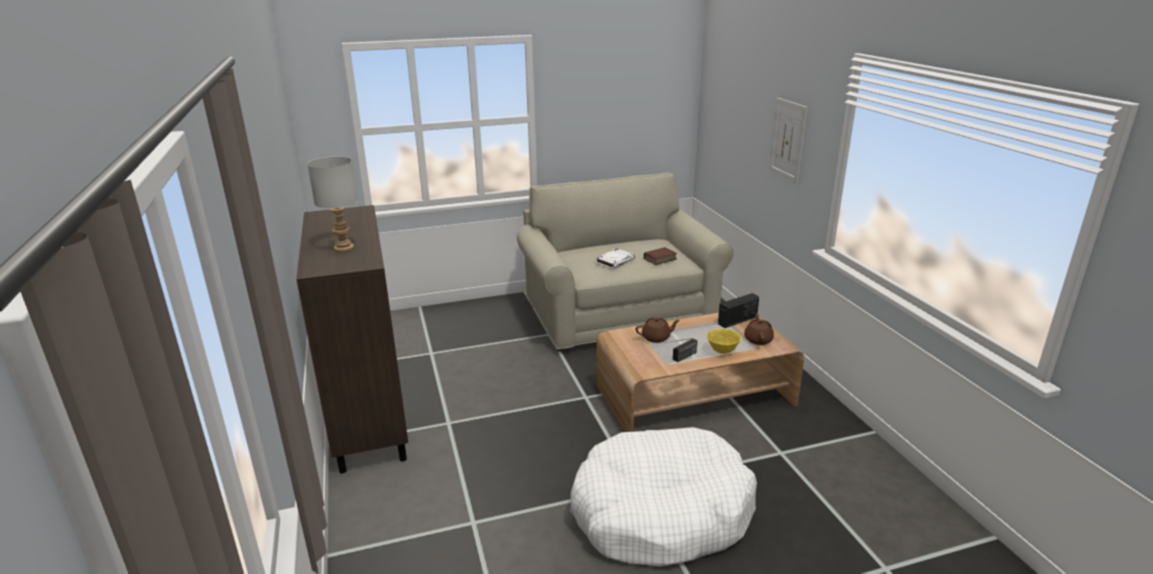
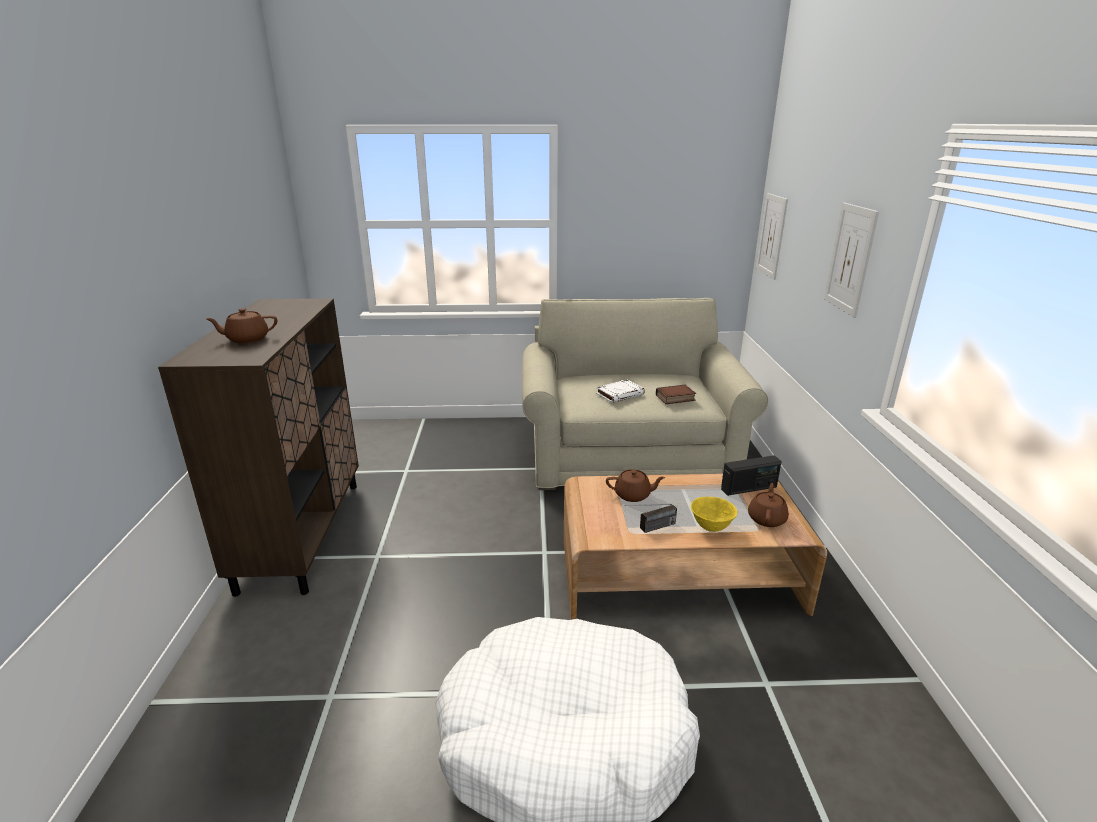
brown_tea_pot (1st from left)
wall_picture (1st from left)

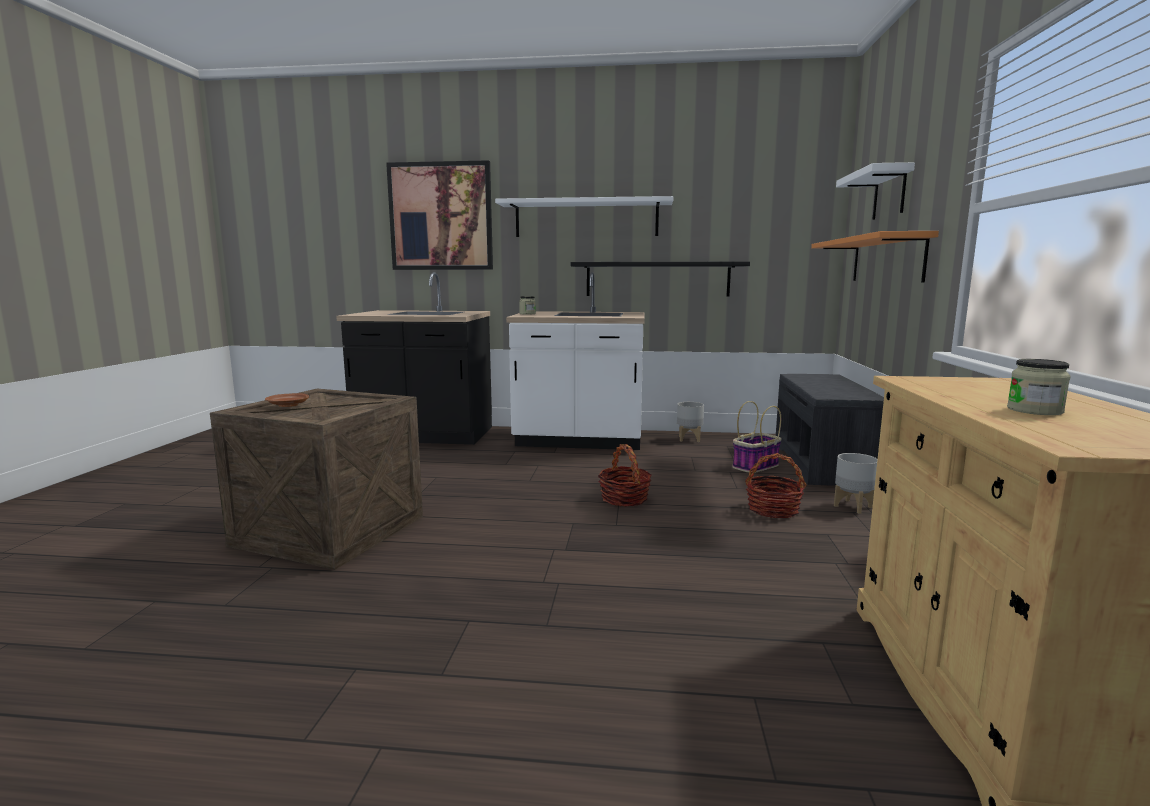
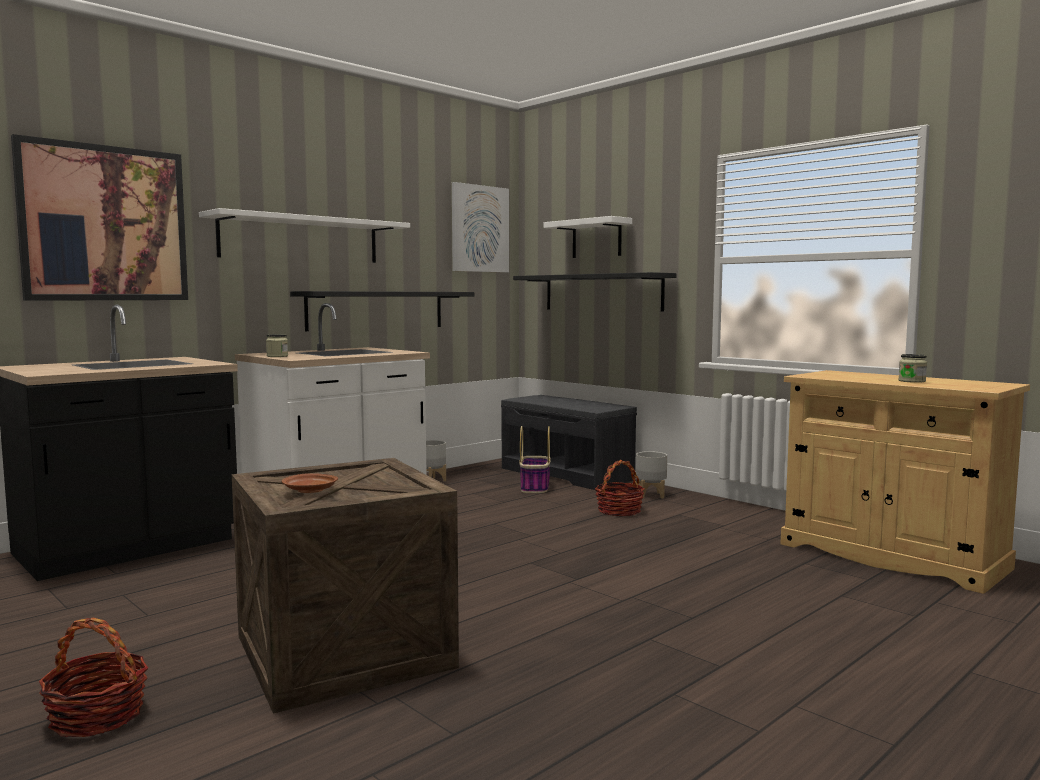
household_basket (1st from left)
blackish_shelf (2nd from left)
wall_picture (2nd from left)

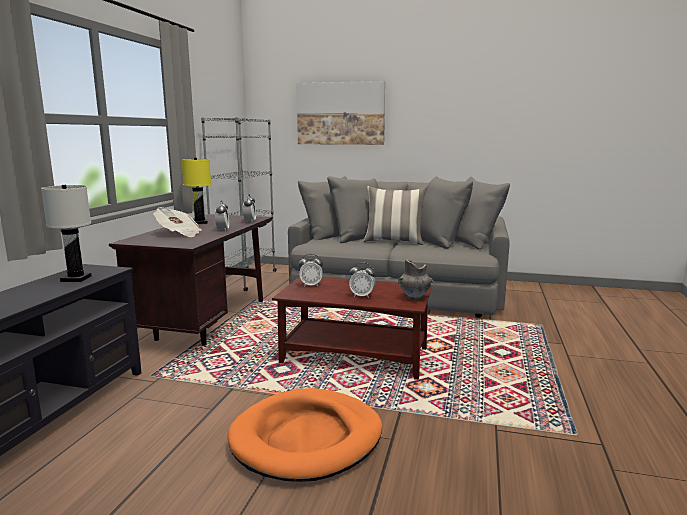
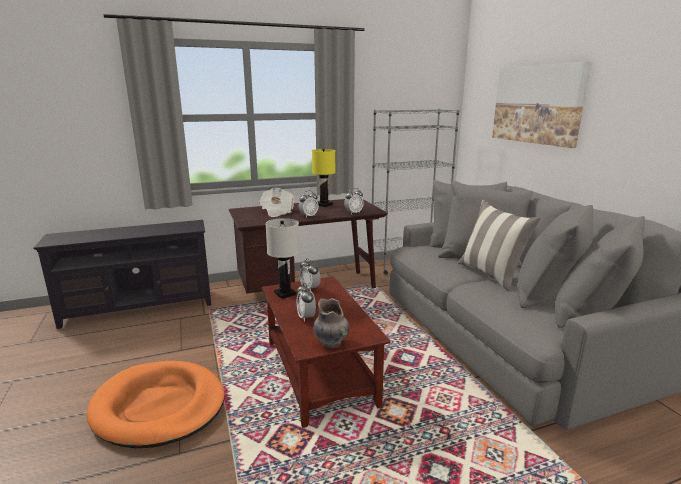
white-coloured_lamp_for_a_table

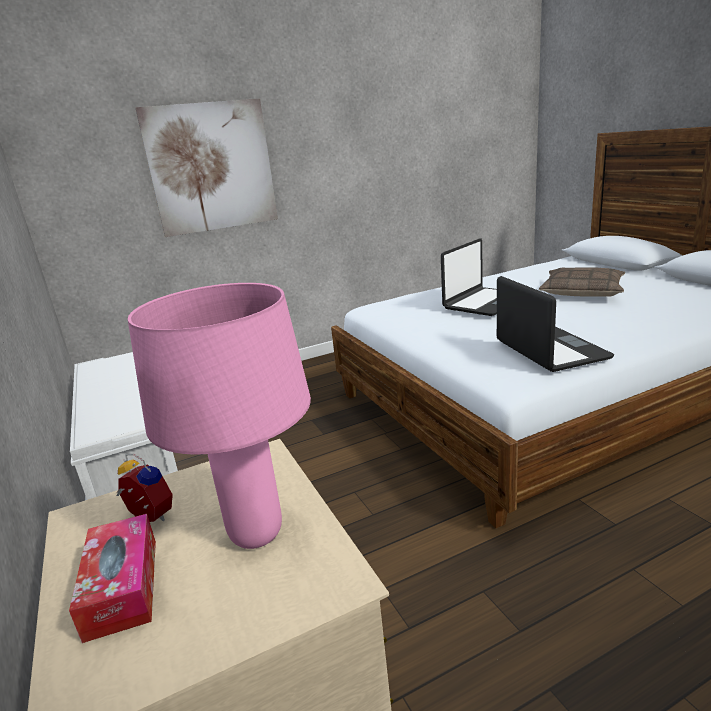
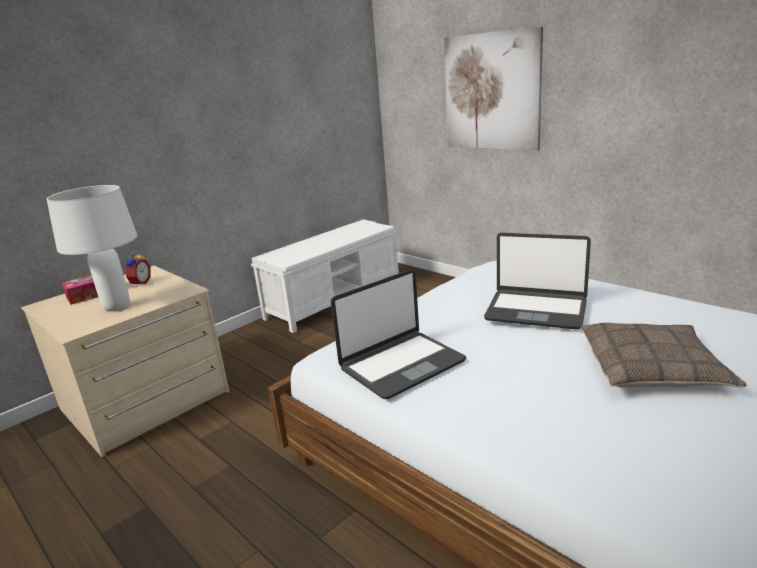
white-coloured_lamp_for_a_table

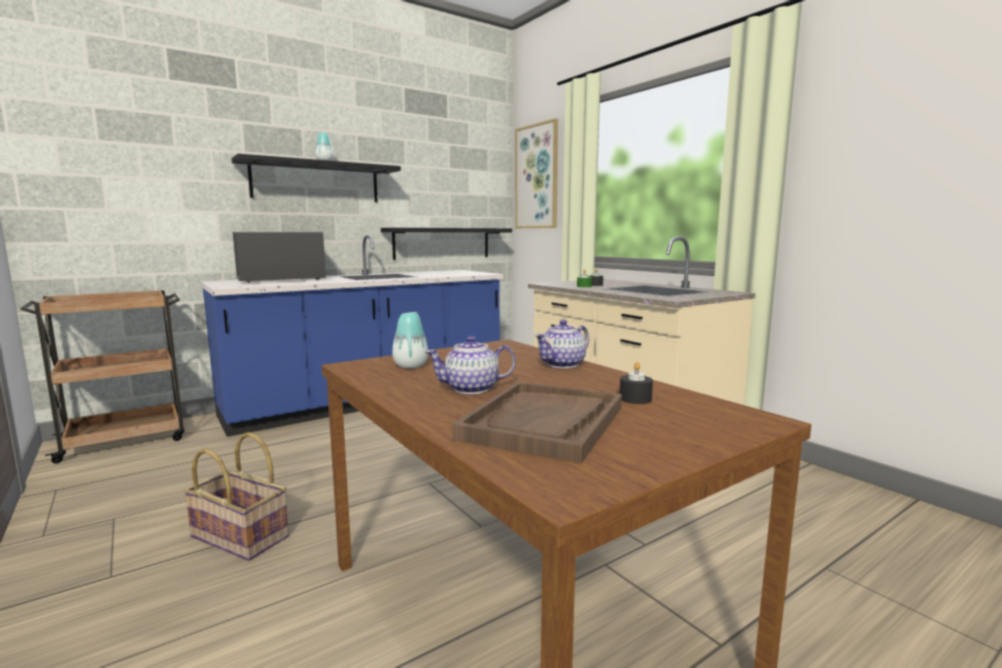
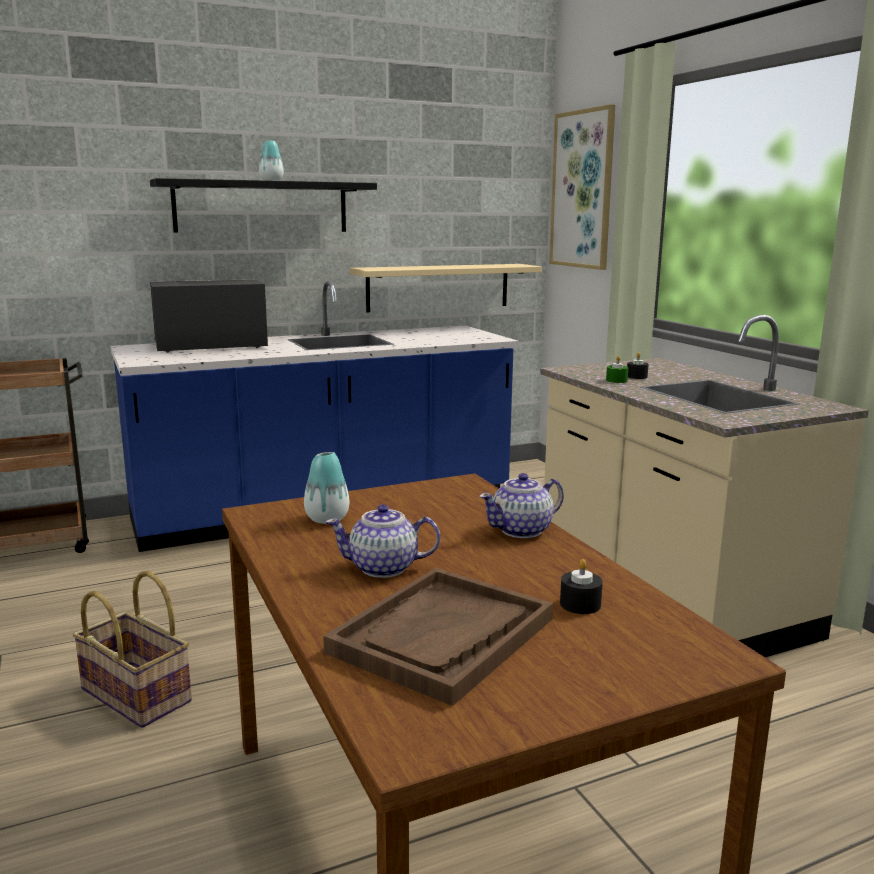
beige-coloured_shelf

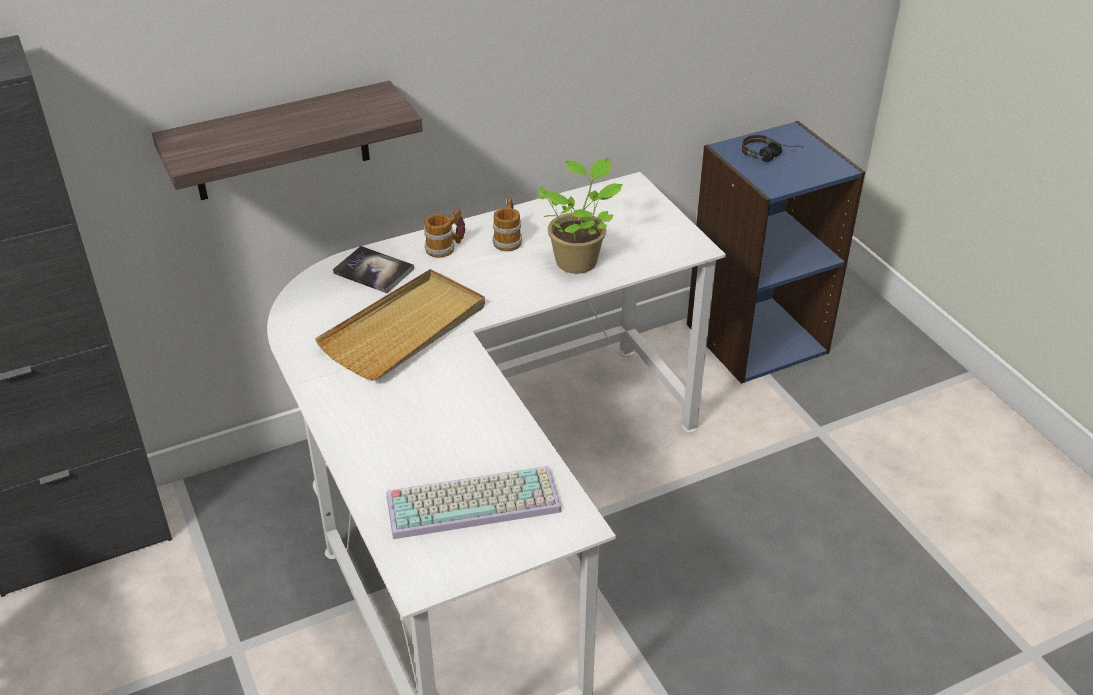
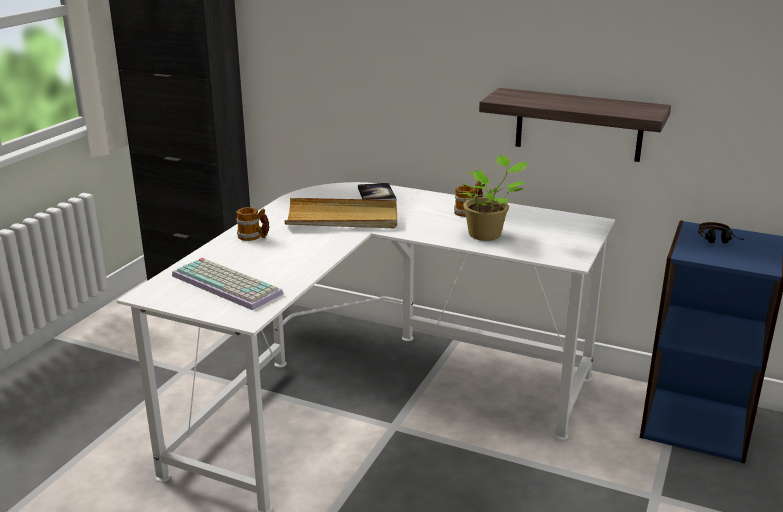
shelf
coffee_mug (1st from left)

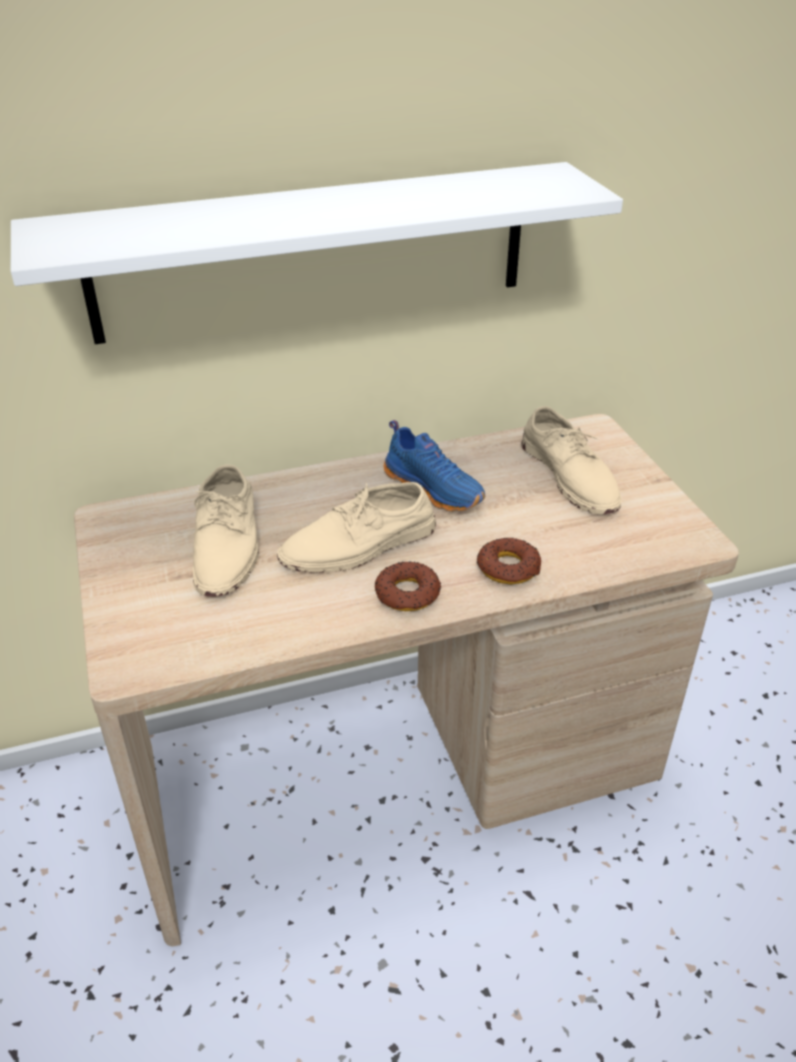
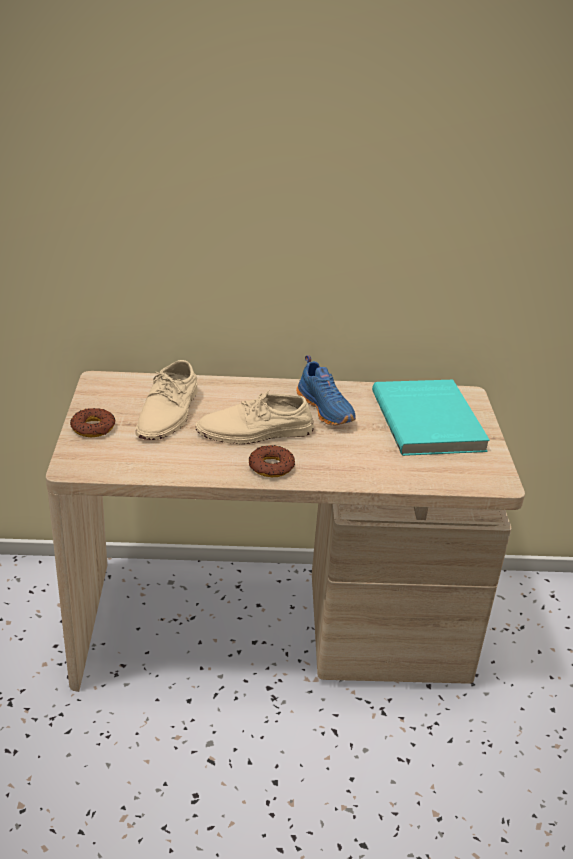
white-coloured_shelf
doughnut (1st from left)
turquoise_volume

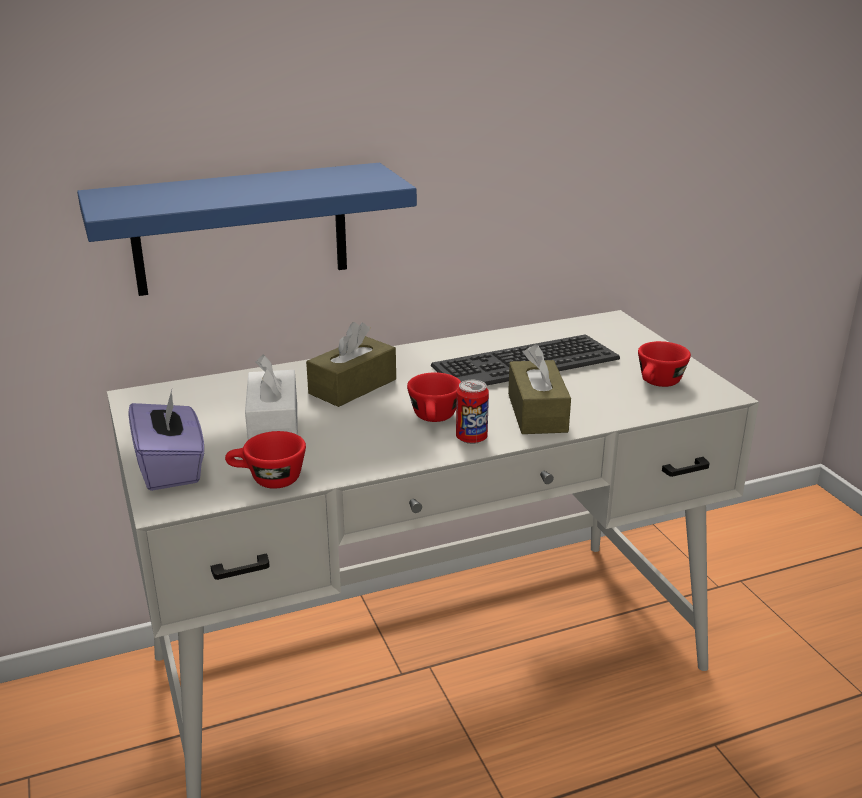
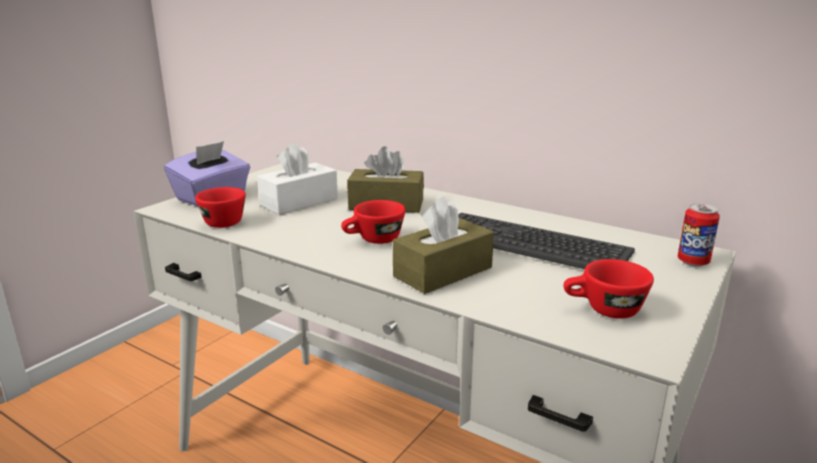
bluish_shelf
sealed_can

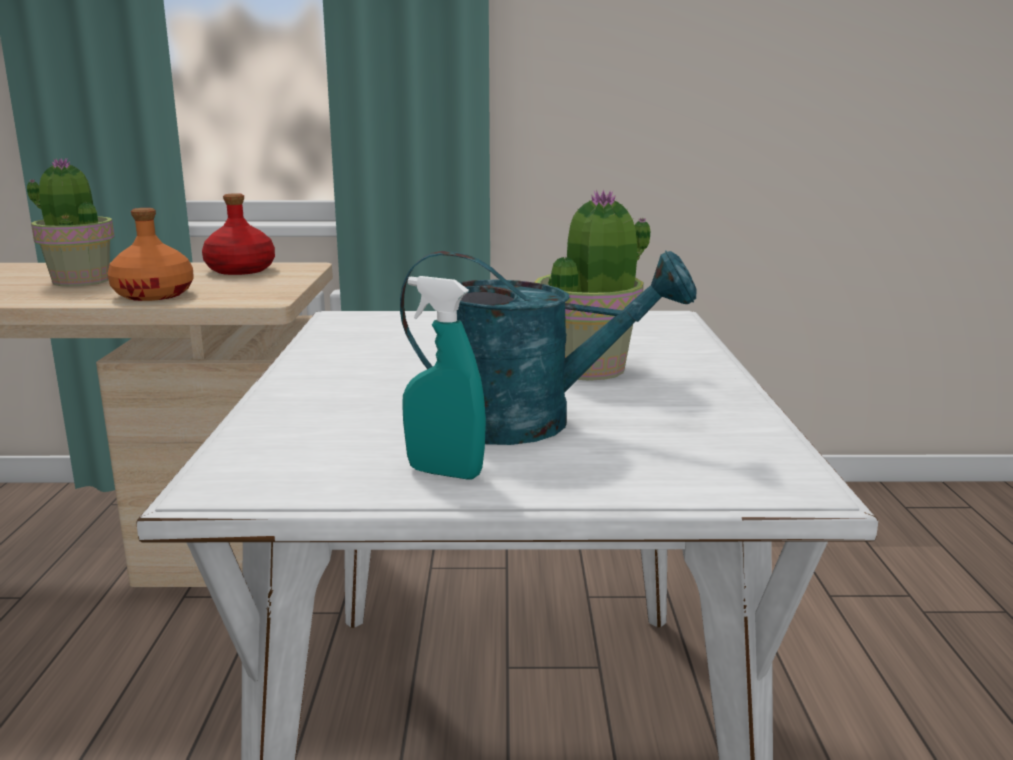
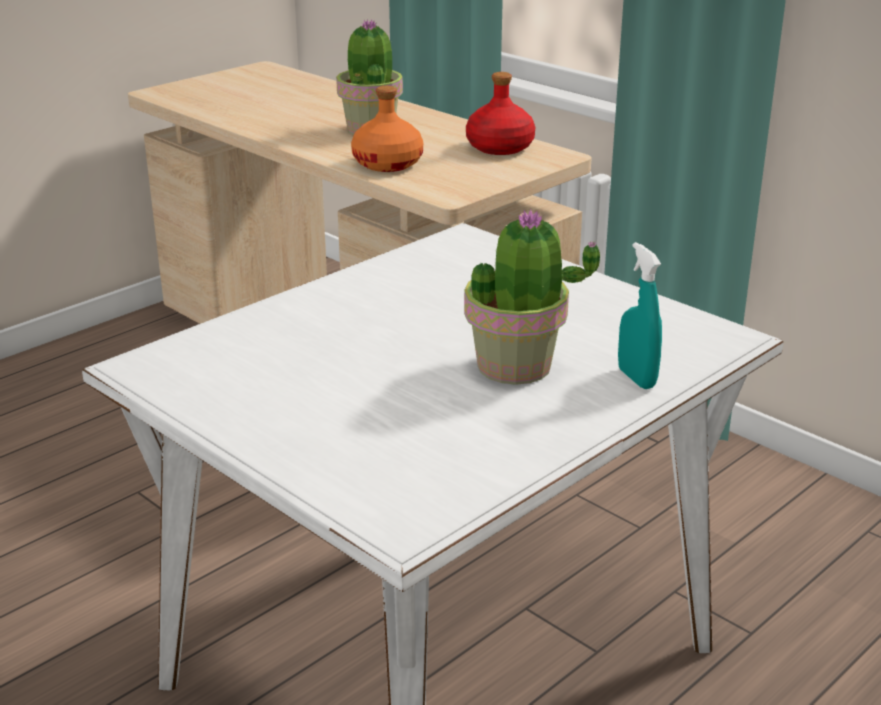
turquoise_watering_pot
turquoise_hand_sprayer

